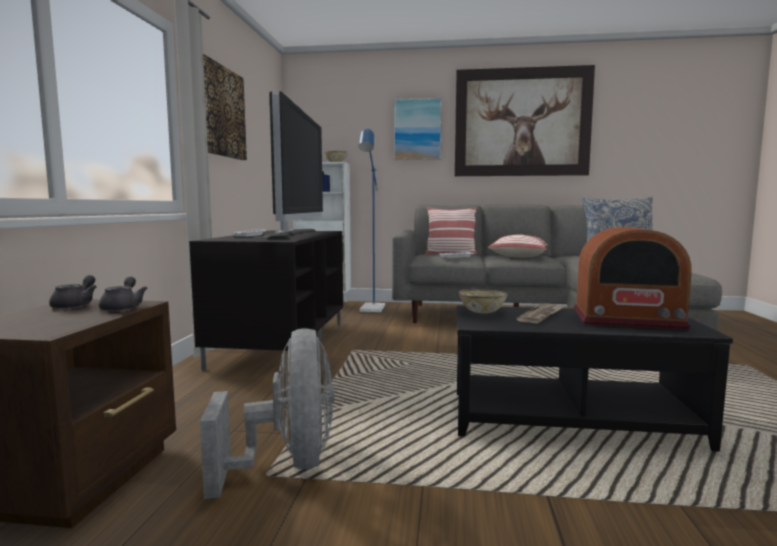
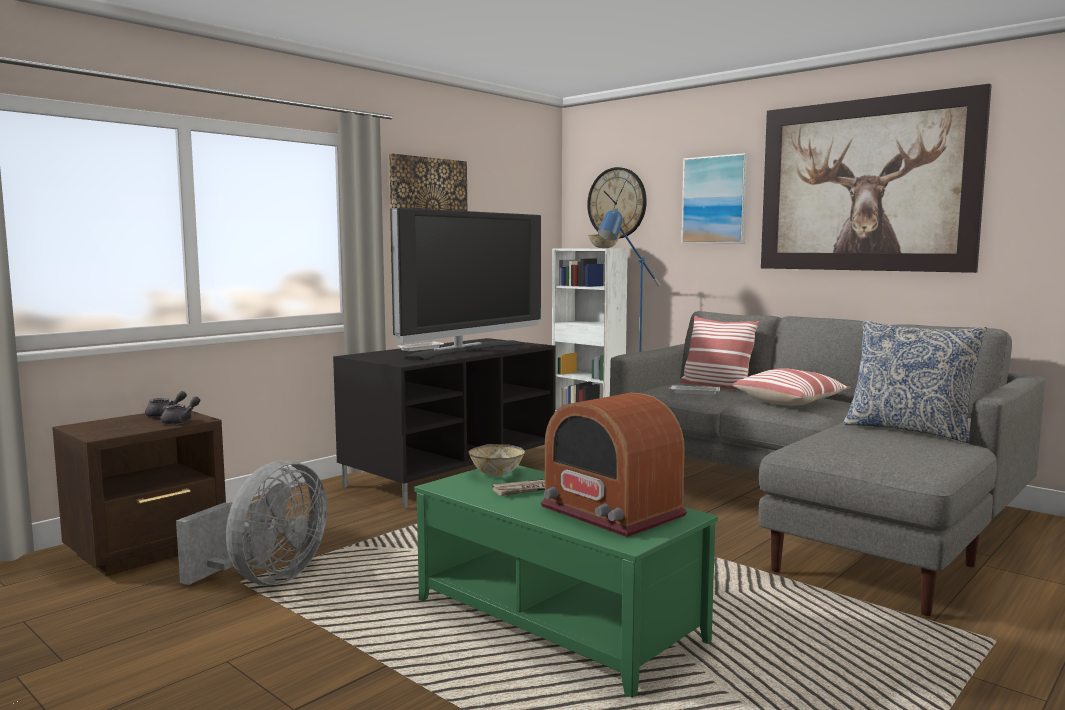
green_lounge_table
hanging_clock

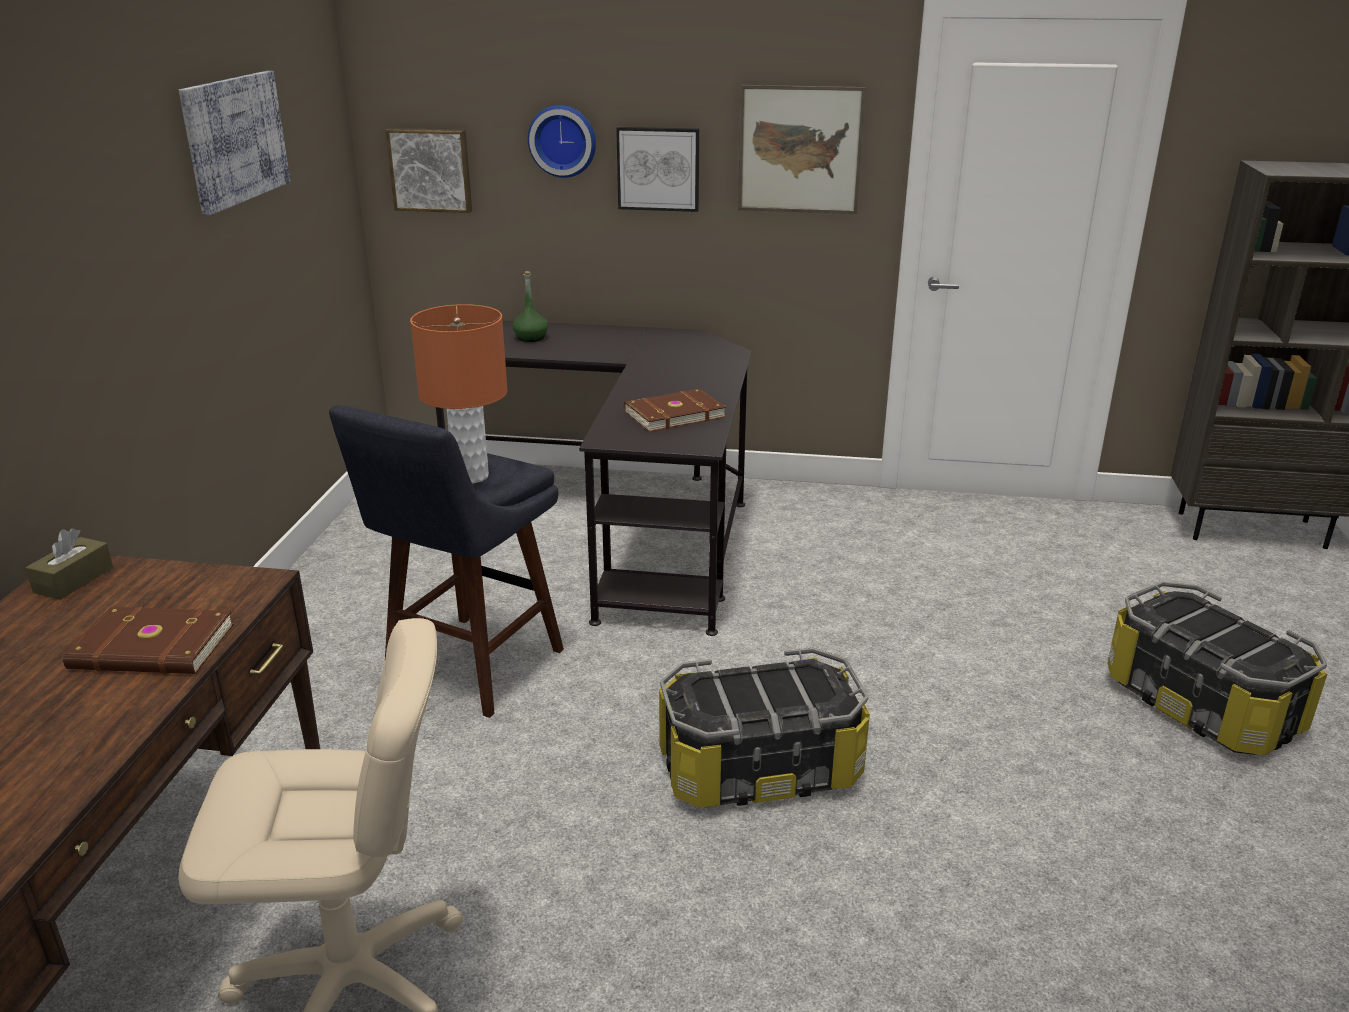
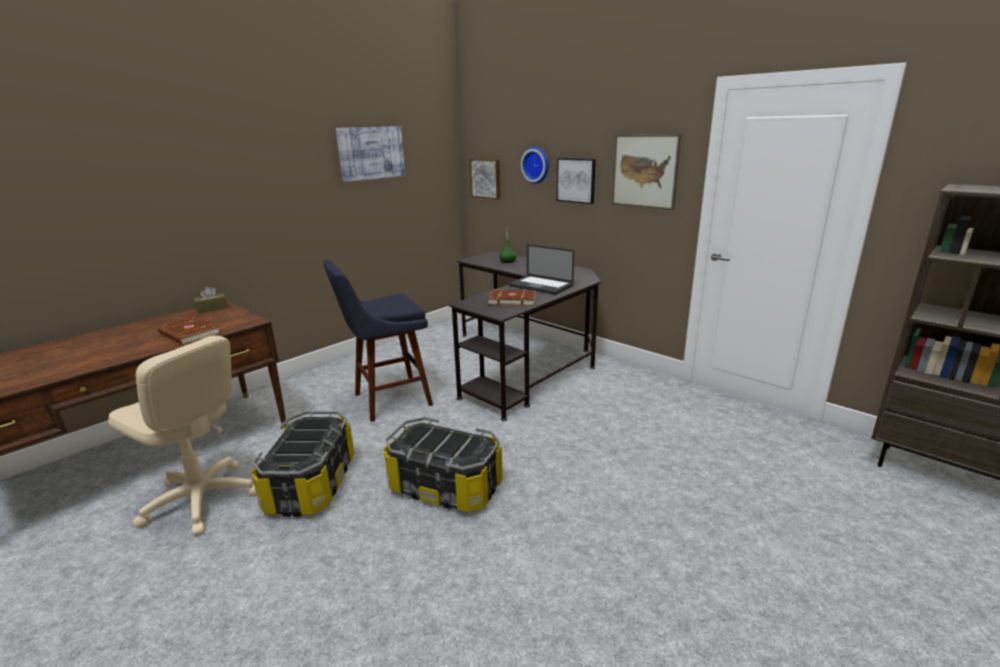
orangey_lamp_for_a_table
storage_box (1st from left)
portable_computer

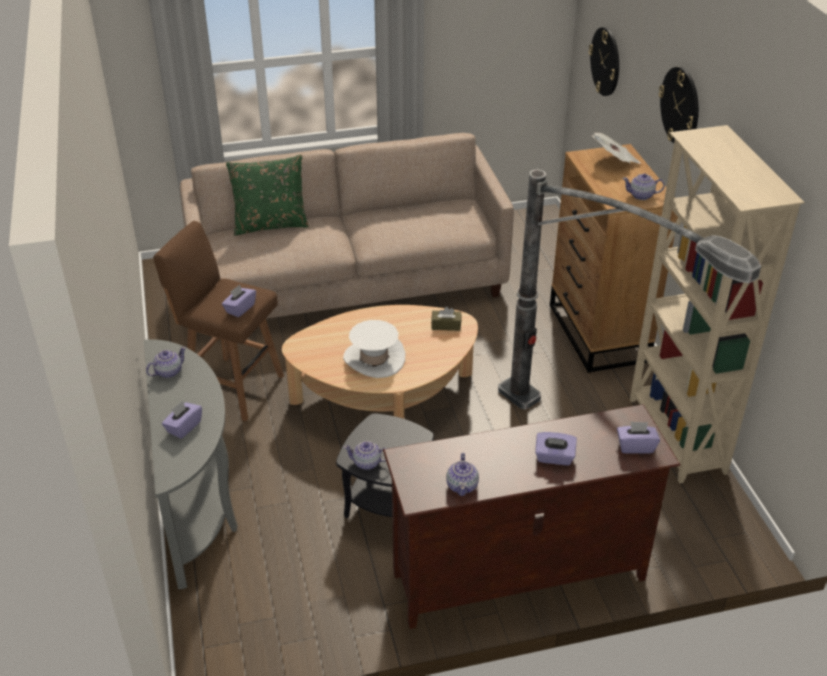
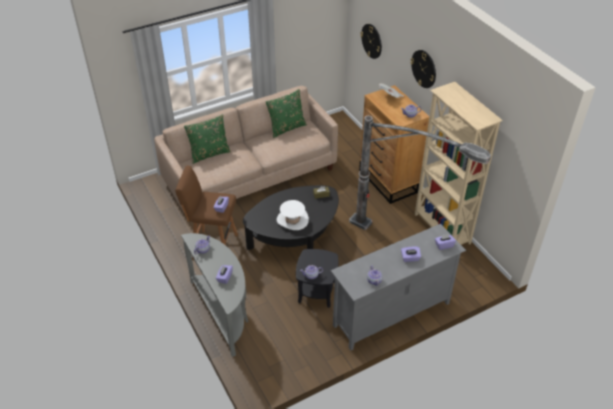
blackish_lounge_table
grey_tv_unit
green_cushion (2nd from left)

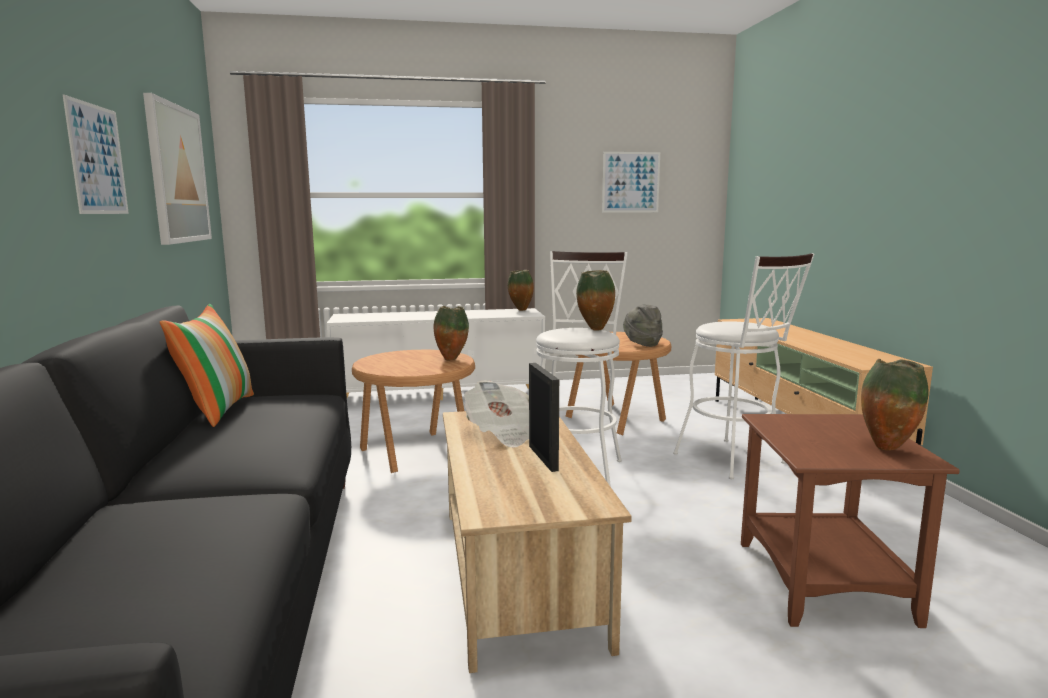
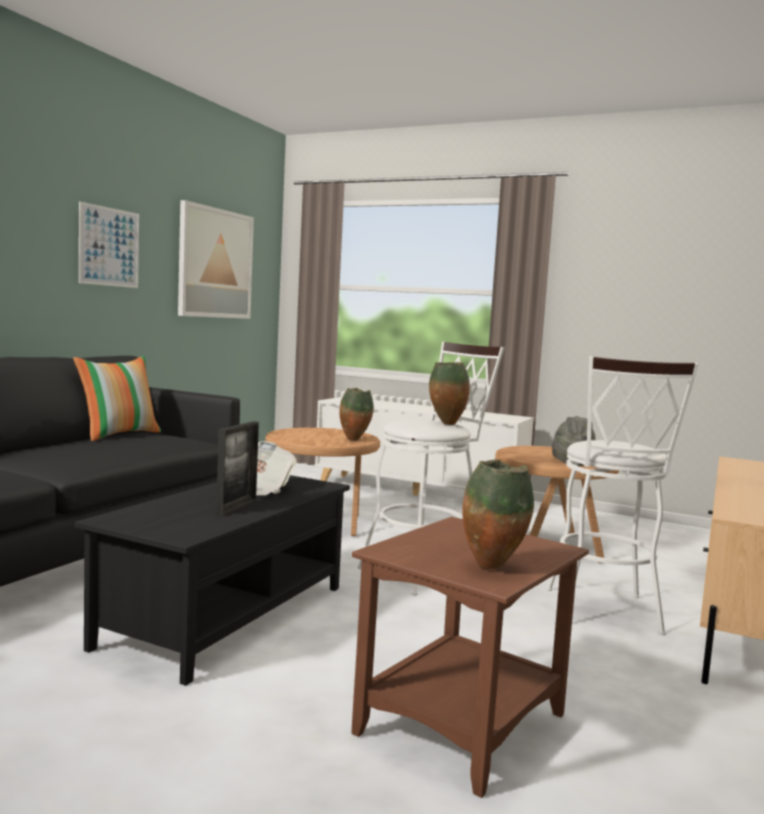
blackish_lounge_table
decorative_vase (2nd from left in the first image)
wall_picture (3rd from left in the first image)

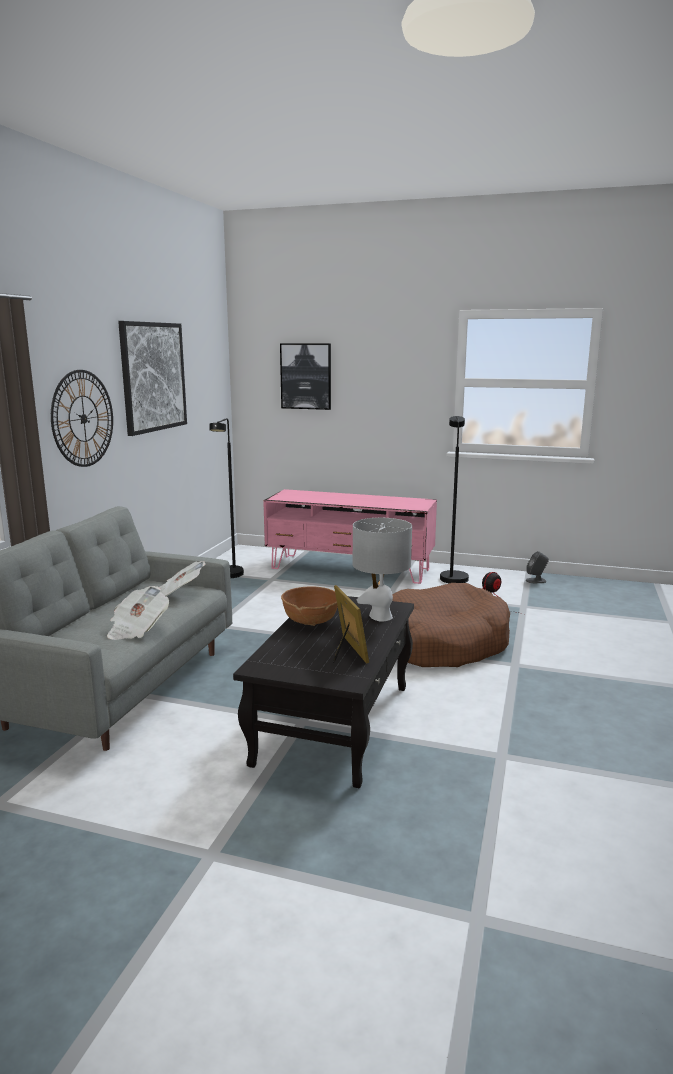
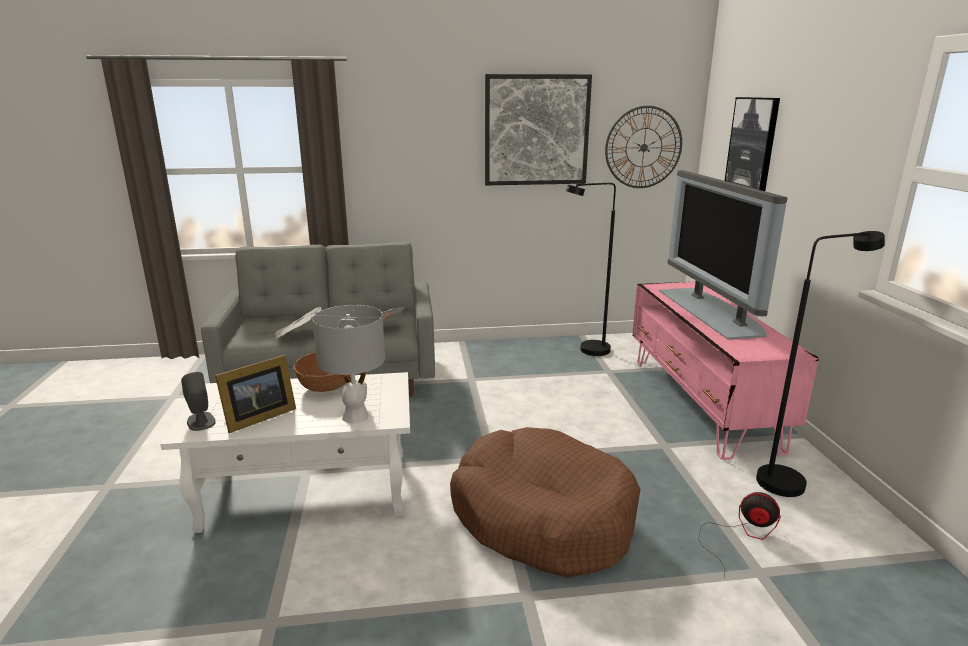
hanging_clock
white-coloured_lounge_table
grey_loudspeaker
television

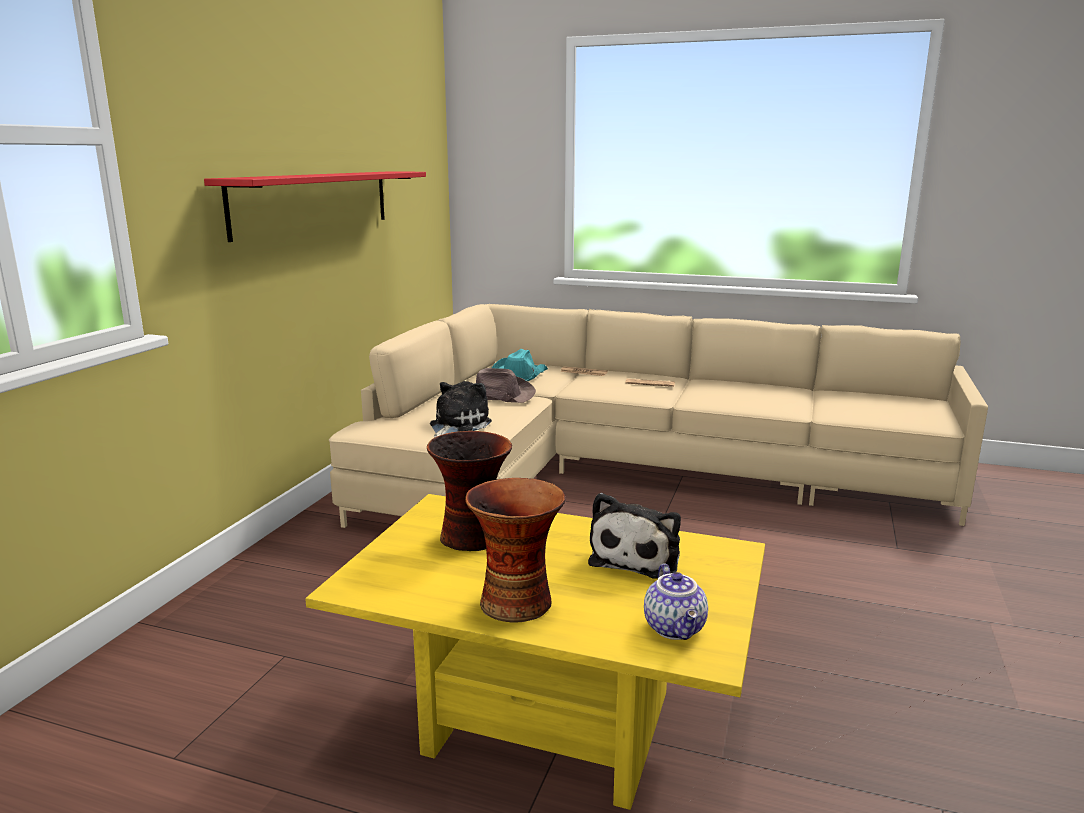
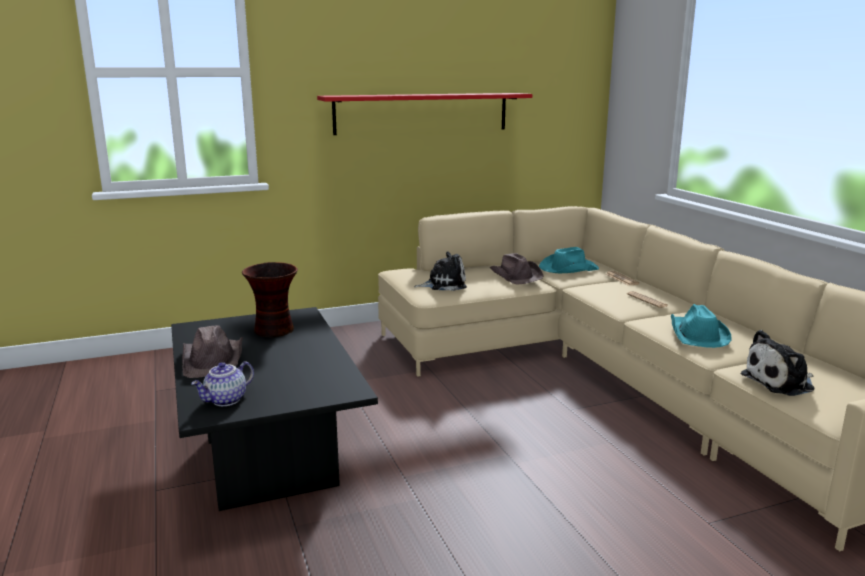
blackish_lounge_table
brown_clothing_hat (1st from left)
cuddly_toy (2nd from left)
turquoise_clothing_hat (2nd from left)

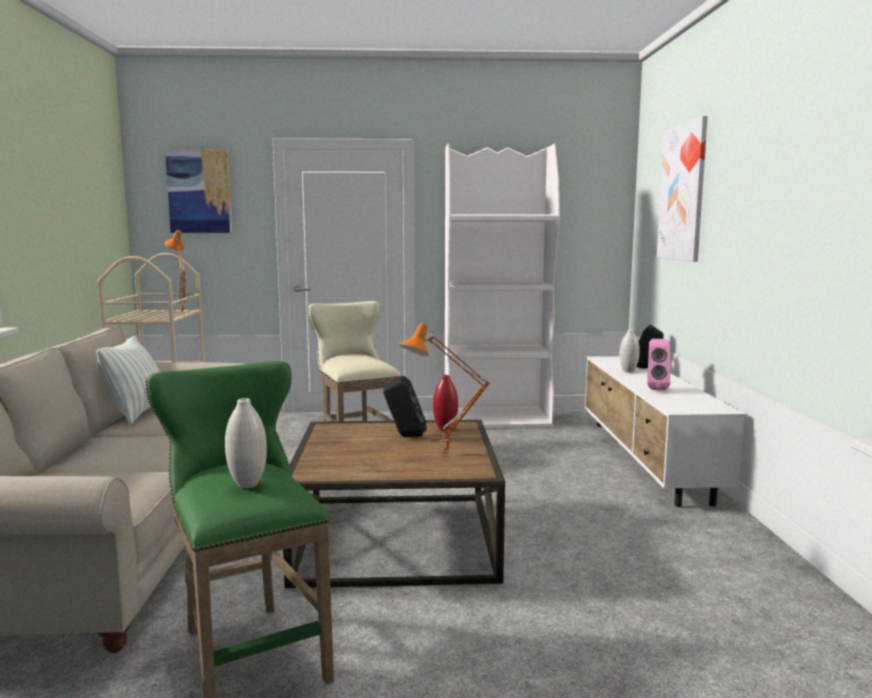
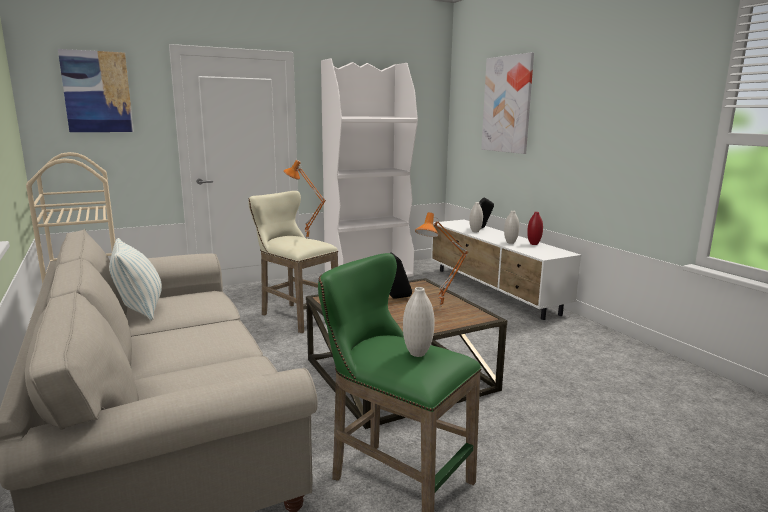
orangey_lamp_for_a_table (1st from left)
red-coloured_decorative_vase
white-coloured_decorative_vase (3rd from left)

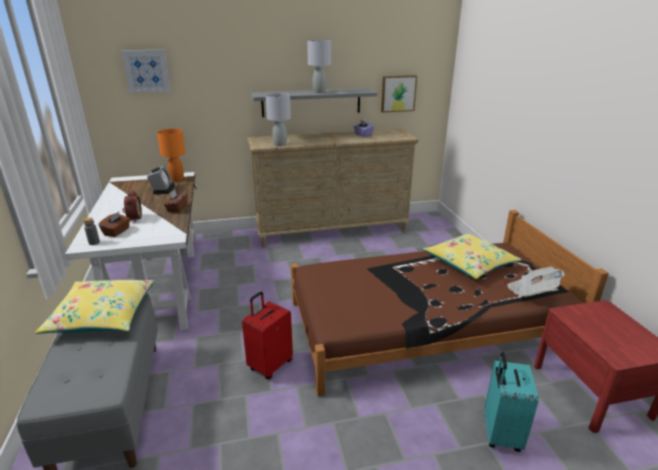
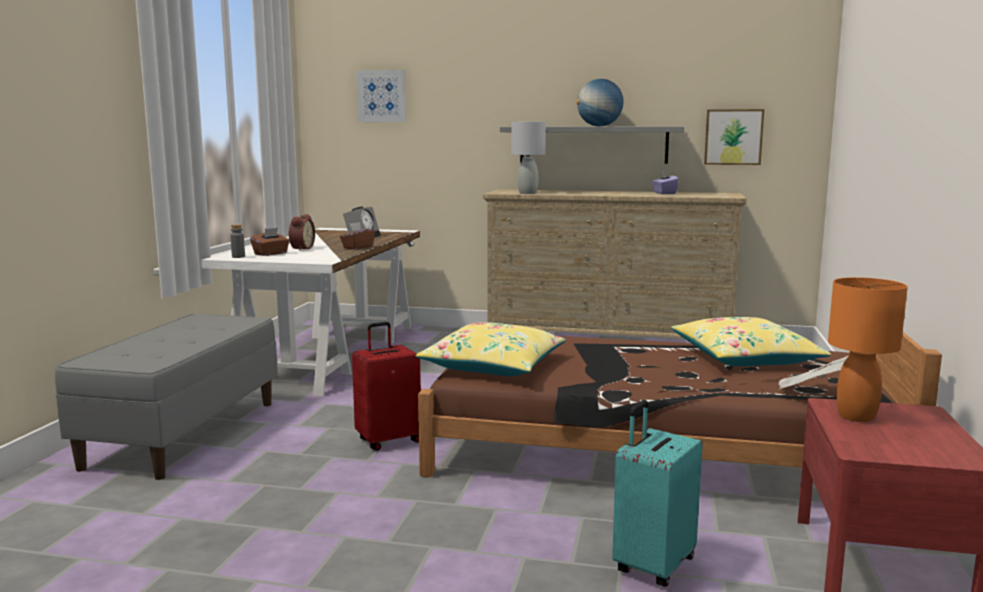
yellowish_cushion (1st from left)
orangey_lamp_for_a_table
desk_globe

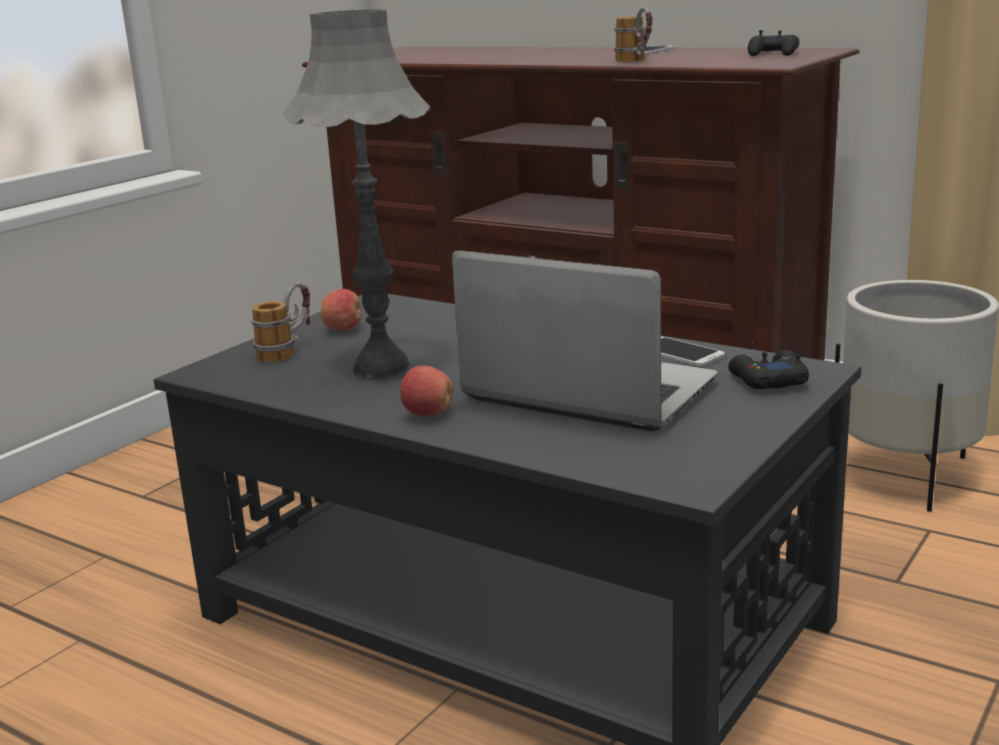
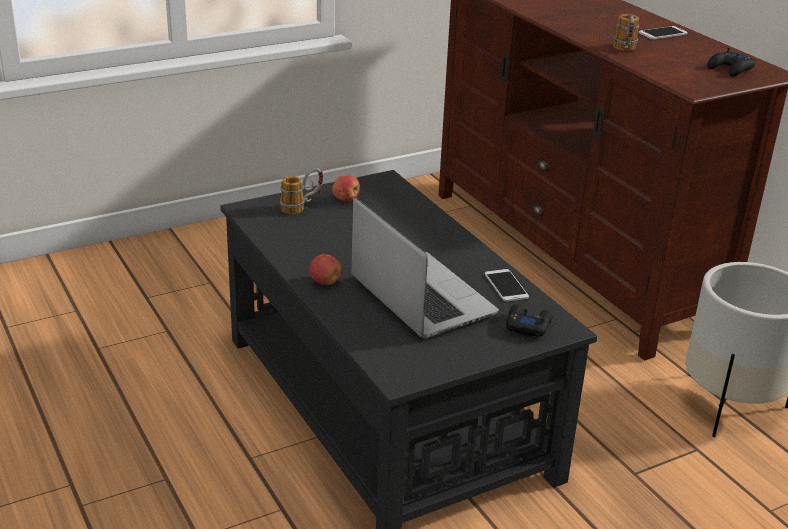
grey_lamp_for_a_table

